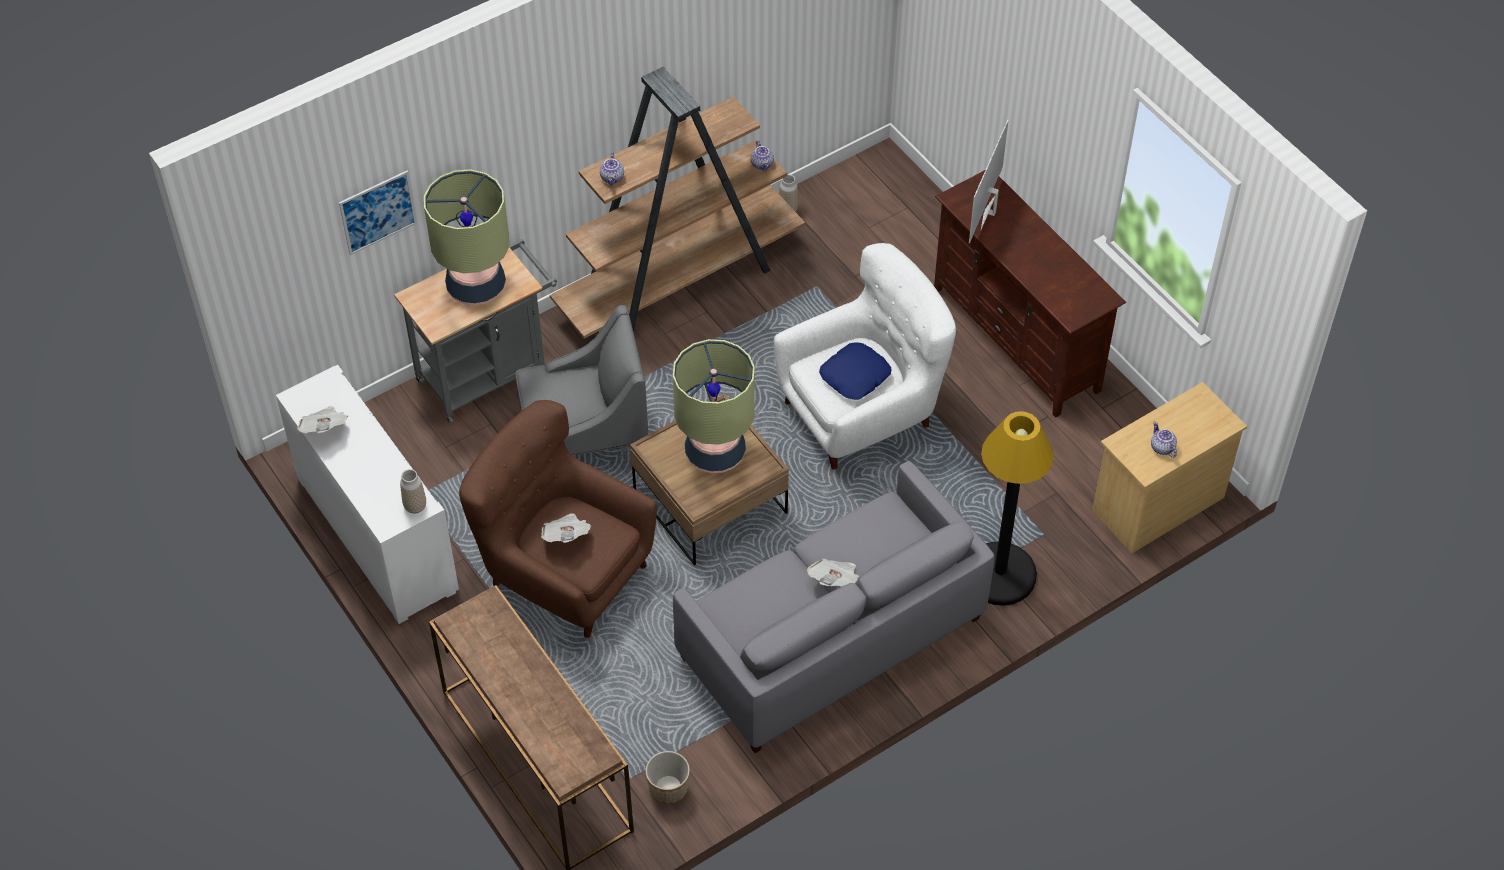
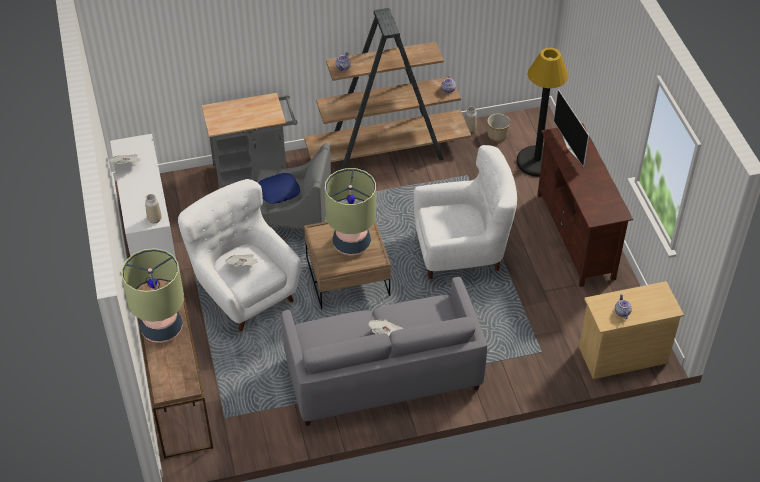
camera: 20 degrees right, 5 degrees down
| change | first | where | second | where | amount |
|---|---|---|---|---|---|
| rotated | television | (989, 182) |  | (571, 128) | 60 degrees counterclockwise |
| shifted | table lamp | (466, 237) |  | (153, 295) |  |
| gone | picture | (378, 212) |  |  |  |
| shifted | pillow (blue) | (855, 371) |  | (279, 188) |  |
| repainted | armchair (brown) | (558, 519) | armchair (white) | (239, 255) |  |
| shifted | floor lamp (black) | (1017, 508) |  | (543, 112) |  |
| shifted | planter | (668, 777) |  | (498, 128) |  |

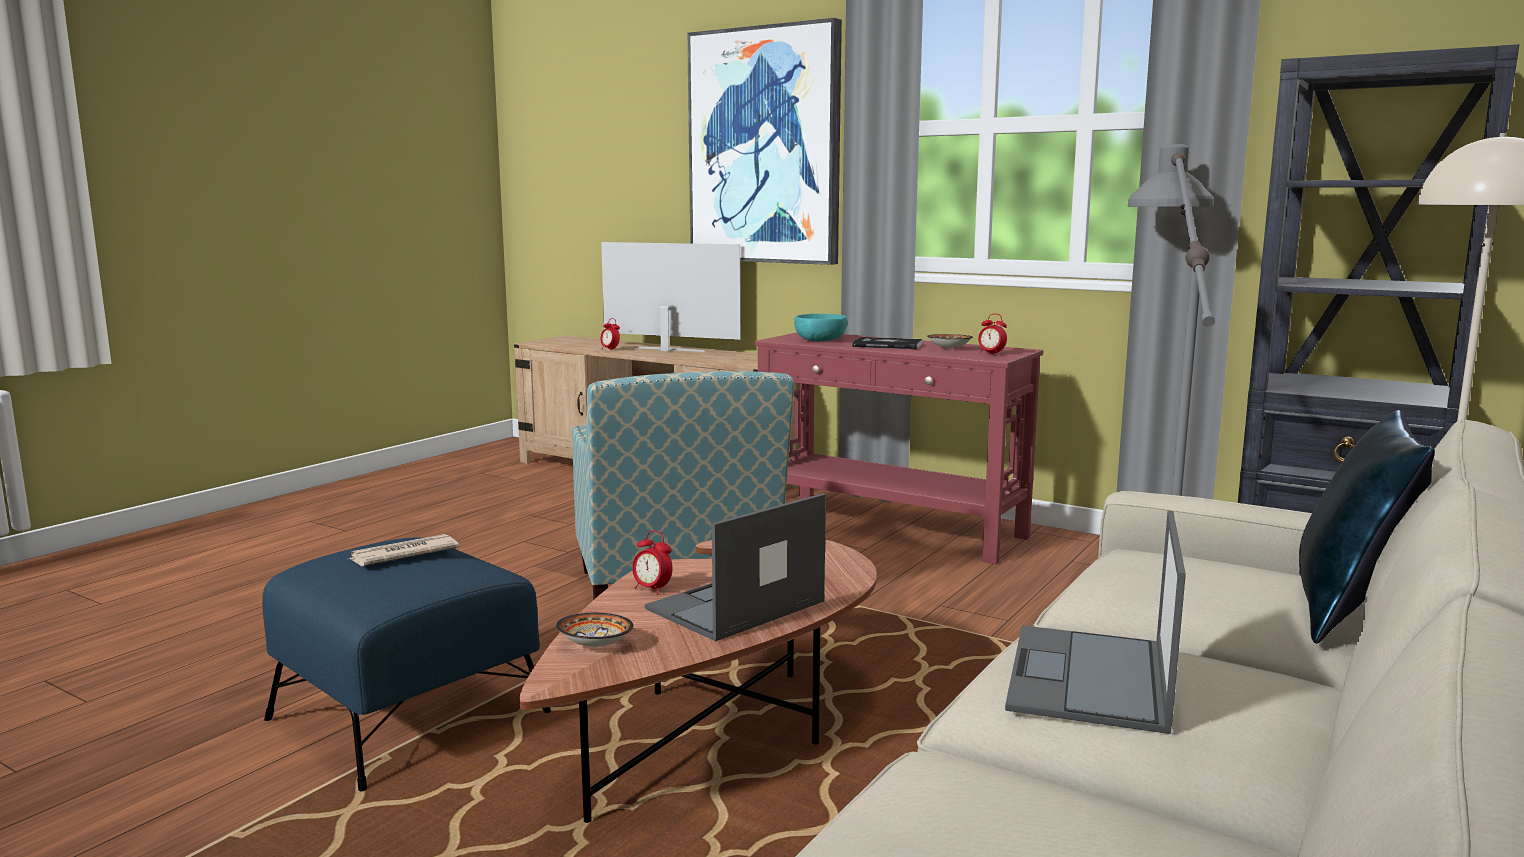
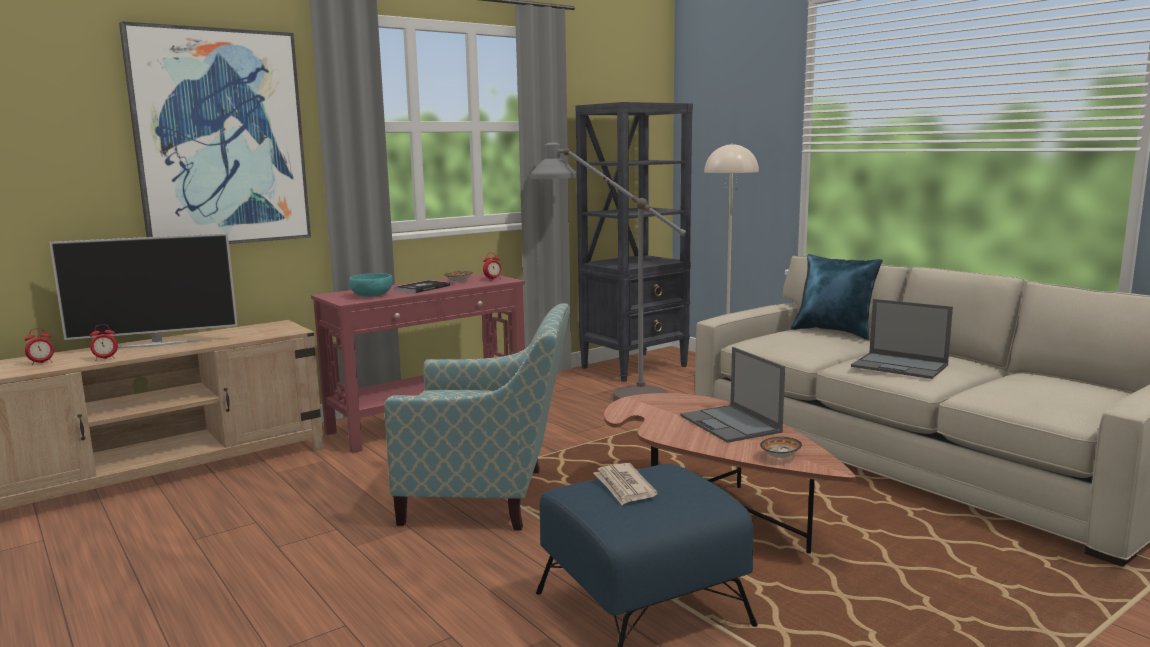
camera: 70 degrees left, 0 degrees up
| change | first | where | second | where | amount |
|---|---|---|---|---|---|
| rotated | television | (671, 297) |  | (143, 290) | 150 degrees counterclockwise |
| shifted | alarm clock | (652, 563) |  | (39, 346) |  |

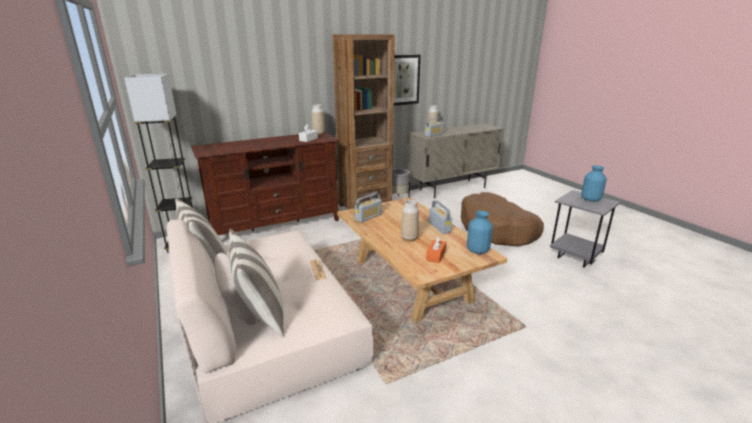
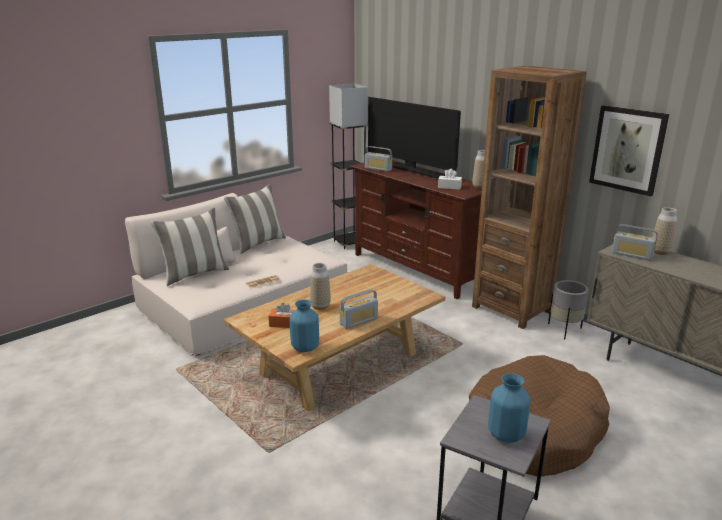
camera: 75 degrees right, 0 degrees up
| change | first | where | second | where | amount |
|---|---|---|---|---|---|
| shifted | radio | (368, 207) |  | (378, 159) |  |
| new |  |  | television | (414, 138) |  |

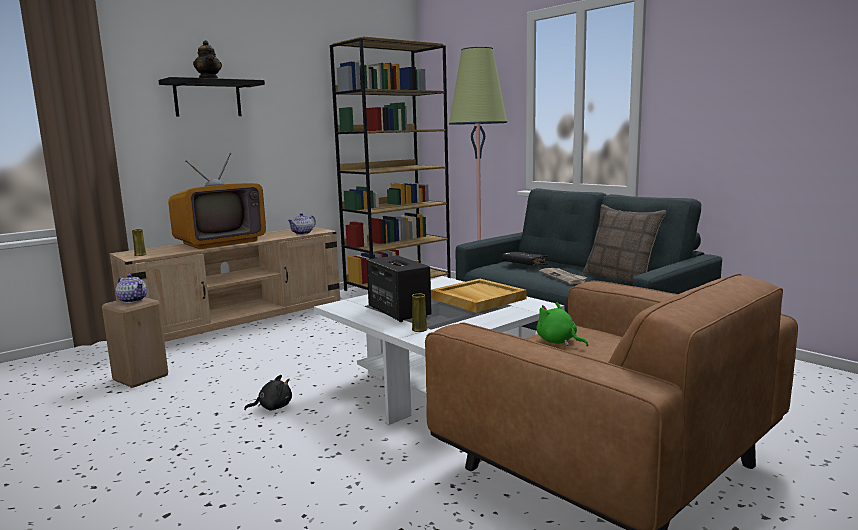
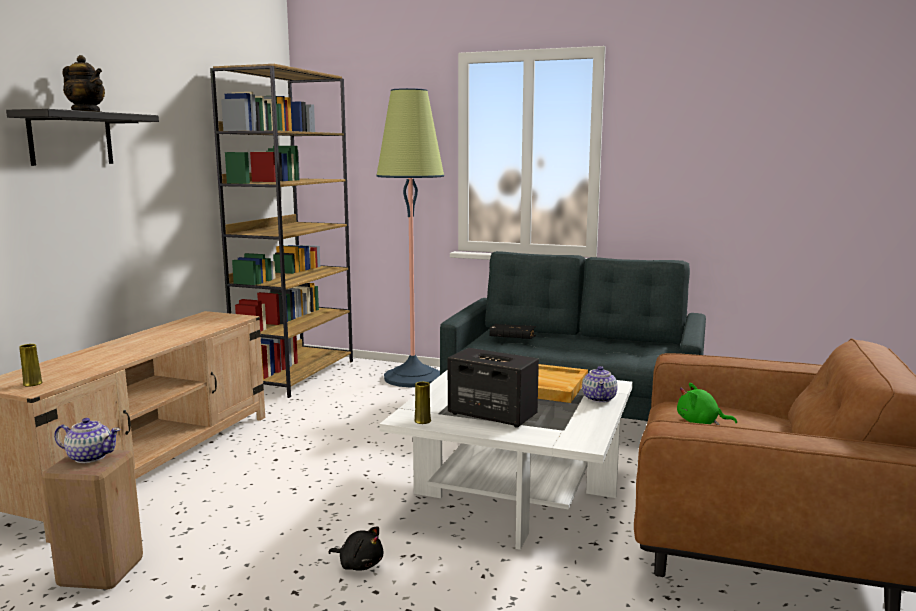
camera: 30 degrees left, 0 degrees up
| change | first | where | second | where | amount |
|---|---|---|---|---|---|
| gone | television | (217, 201) |  |  |  |
| gone | pillow | (624, 244) |  |  |  |
| shifted | teapot | (301, 224) |  | (600, 384) |  |
| gone | newspaper | (563, 276) |  |  |  |
| shifted | vase (yellow) | (419, 313) |  | (422, 403) |  |
| rotated | plush toy (black) | (268, 393) |  | (356, 548) | 75 degrees clockwise |

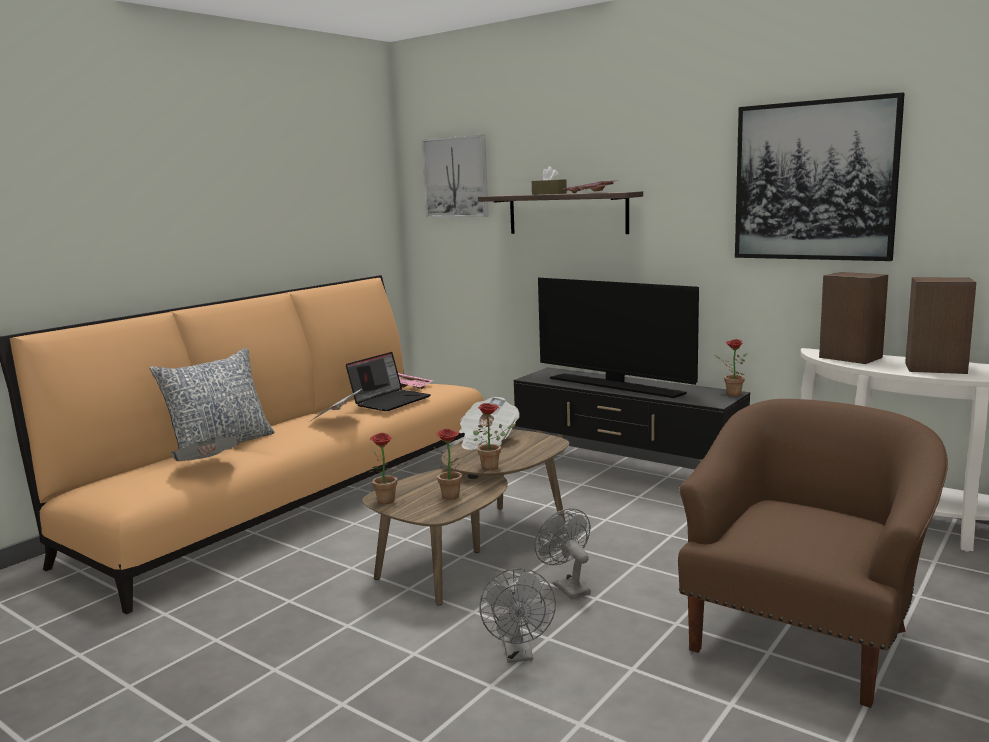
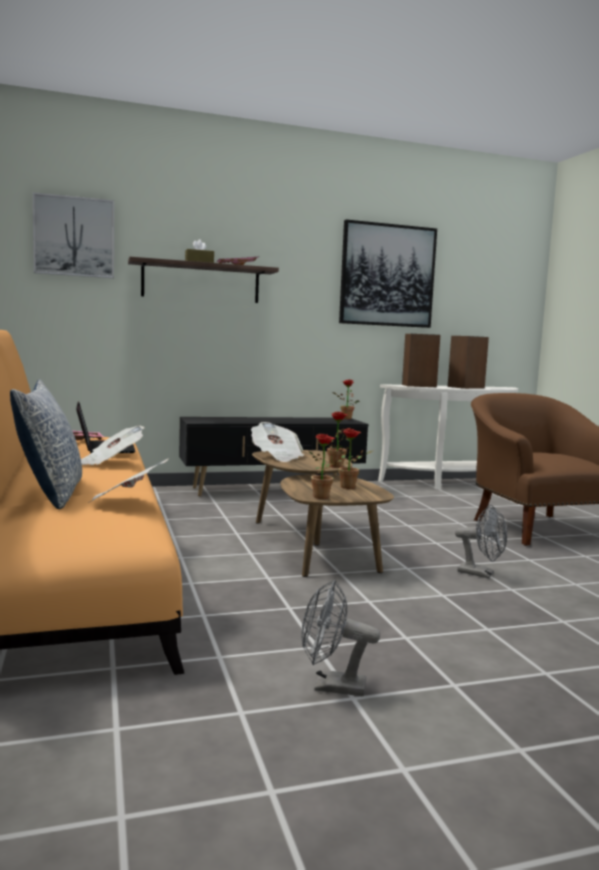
camera: 55 degrees left, 5 degrees down
| change | first | where | second | where | amount |
|---|---|---|---|---|---|
| gone | television | (618, 338) |  |  |  |
| shifted | fan (grey) | (562, 554) |  | (340, 638) |  |

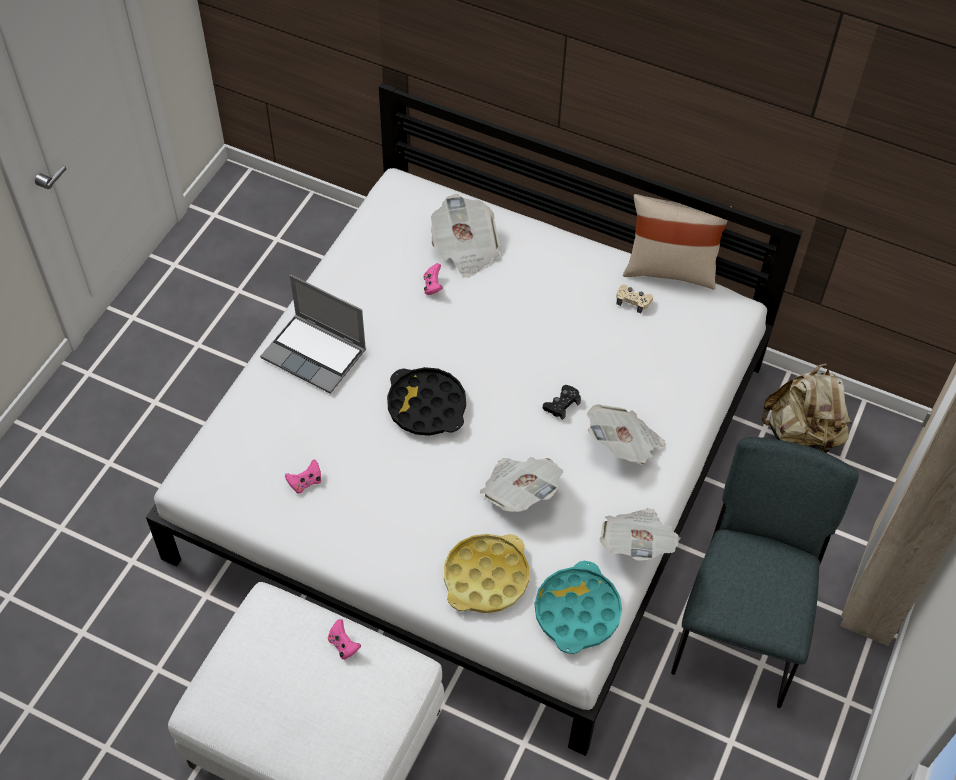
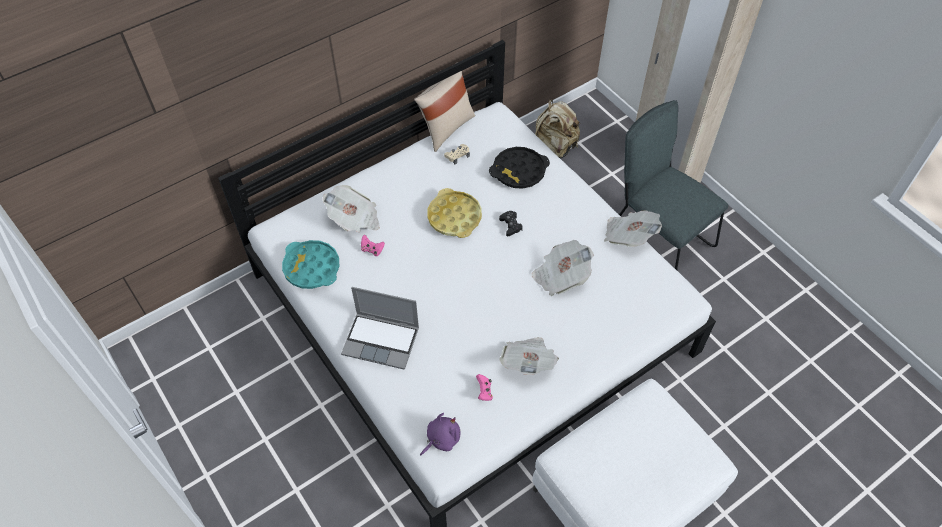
camera: 60 degrees left, 0 degrees up
| change | first | where | second | where | amount |
|---|---|---|---|---|---|
| rotated | laptop | (313, 334) |  | (380, 328) | 45 degrees clockwise |
| shifted | tray (black) | (426, 401) |  | (519, 168) |  |
| shifted | newspaper | (626, 434) |  | (529, 356) |  |
| shifted | tray (yellow) | (486, 573) |  | (454, 213) |  |
| shifted | tray (turquoise) | (578, 607) |  | (310, 264) |  |
| gone | game controller (pink) | (344, 639) |  |  |  |
| new |  |  | plush toy (purple) | (440, 434) |  |

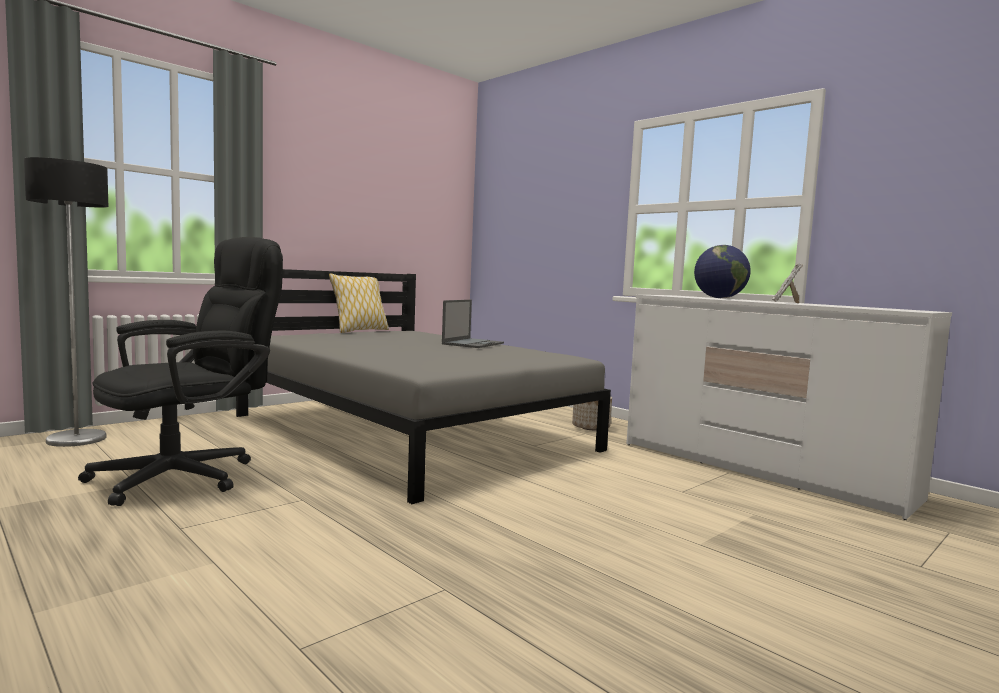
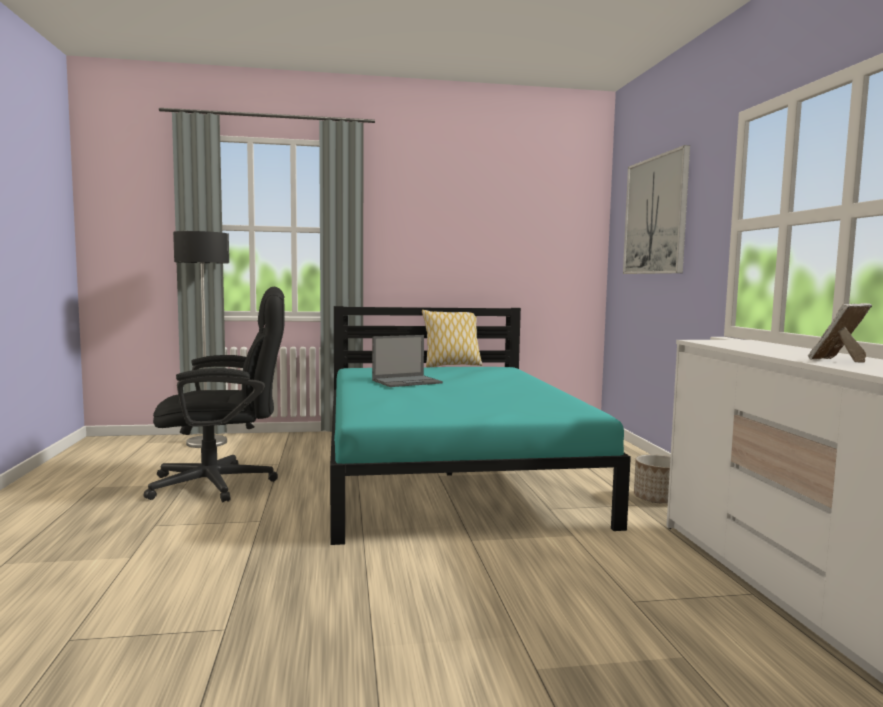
camera: 35 degrees right, 0 degrees up
| change | first | where | second | where | amount |
|---|---|---|---|---|---|
| gone | globe | (722, 271) |  |  |  |
| repainted | bed (grey) | (423, 386) | bed (turquoise) | (480, 425) |  |
| shifted | laptop | (473, 324) |  | (407, 361) |  |
| new |  |  | picture | (656, 209) |  |

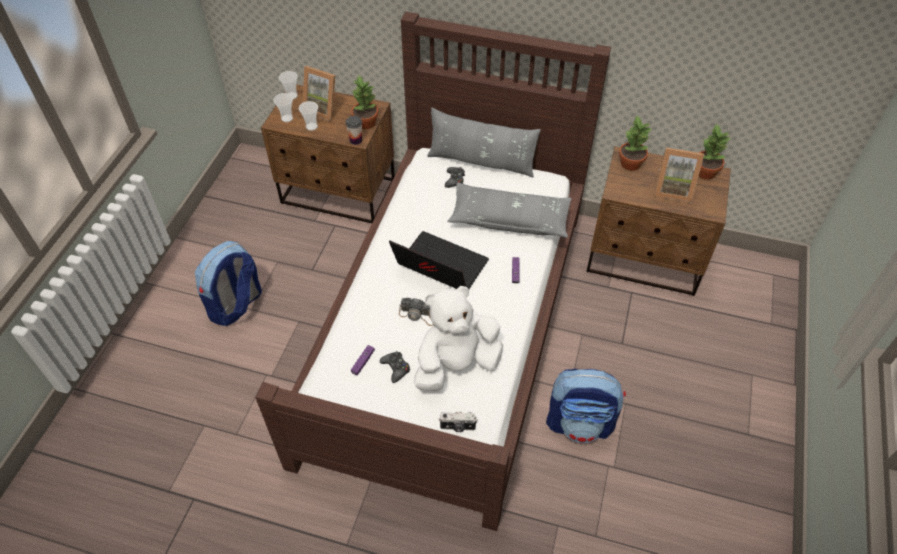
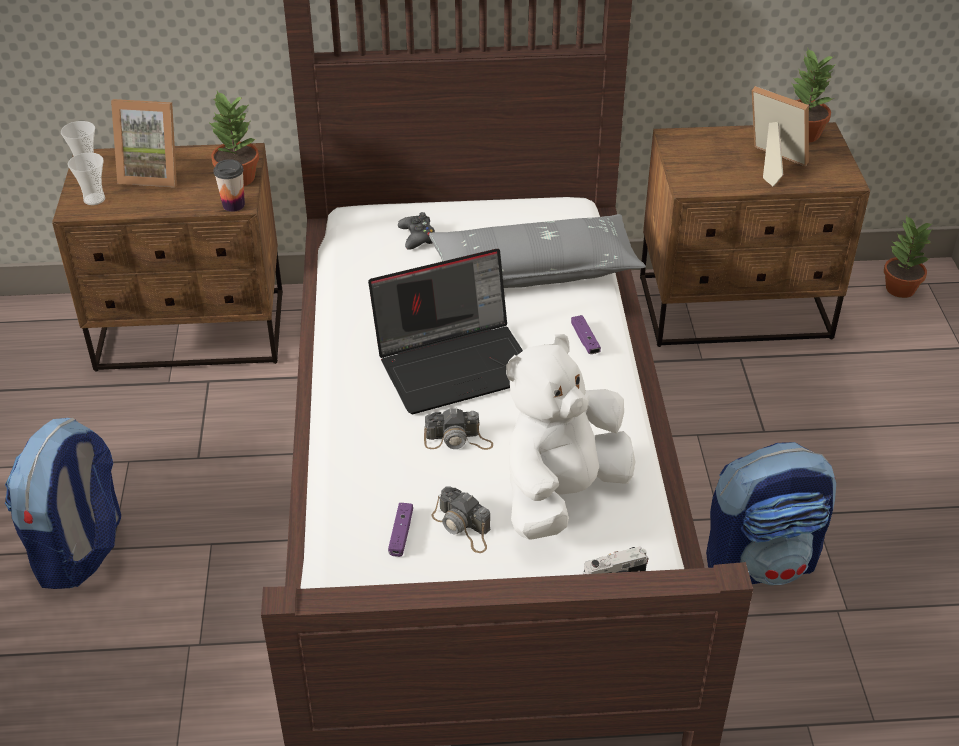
camera: 20 degrees left, 10 degrees down
| change | first | where | second | where | amount |
|---|---|---|---|---|---|
| gone | cup | (308, 116) |  |  |  |
| gone | pillow (grey) | (484, 143) |  |  |  |
| shifted | potted plant | (635, 143) |  | (908, 256) |  |
| rotated | picture frame | (679, 175) |  | (780, 136) | 135 degrees counterclockwise |
| rotated | laptop | (439, 260) |  | (445, 331) | 150 degrees clockwise |
| swapped | game controller (black) | (395, 367) | photo camera | (461, 519) |  |

